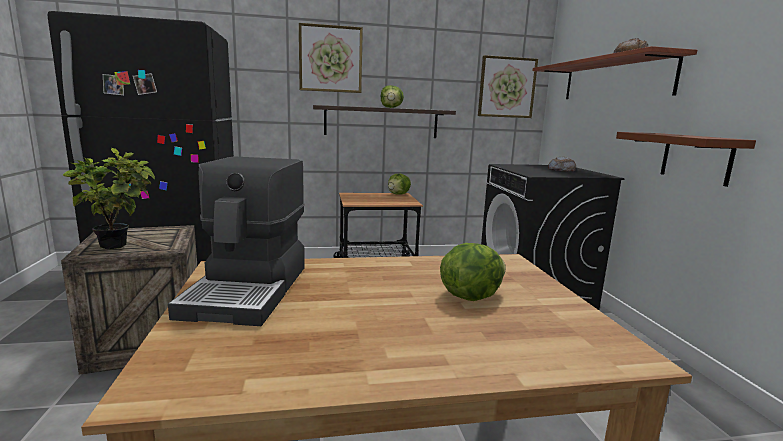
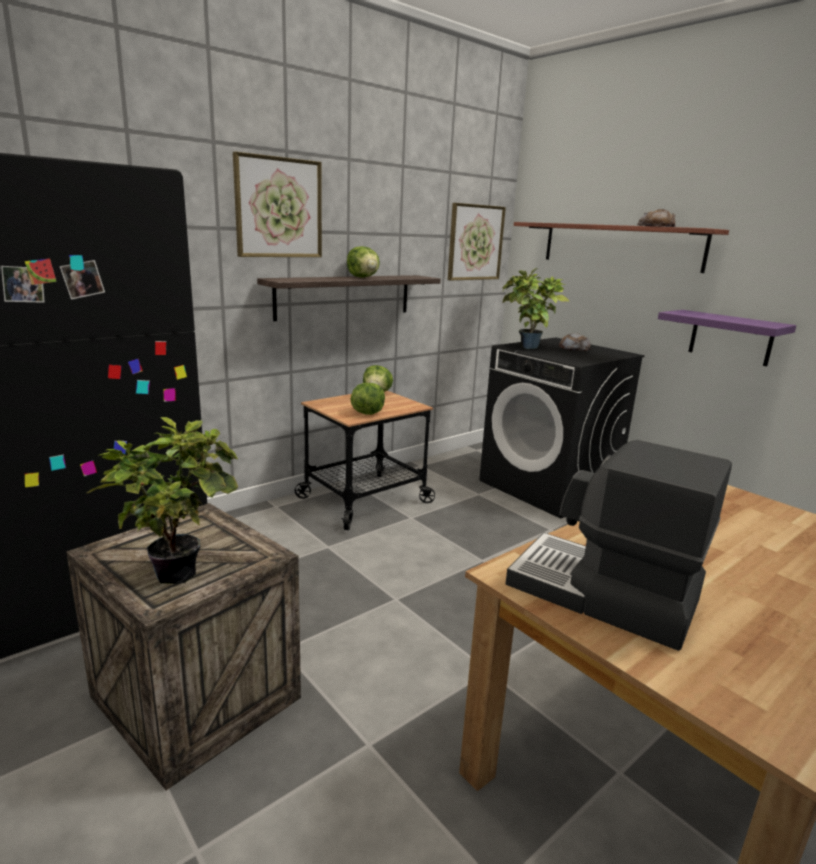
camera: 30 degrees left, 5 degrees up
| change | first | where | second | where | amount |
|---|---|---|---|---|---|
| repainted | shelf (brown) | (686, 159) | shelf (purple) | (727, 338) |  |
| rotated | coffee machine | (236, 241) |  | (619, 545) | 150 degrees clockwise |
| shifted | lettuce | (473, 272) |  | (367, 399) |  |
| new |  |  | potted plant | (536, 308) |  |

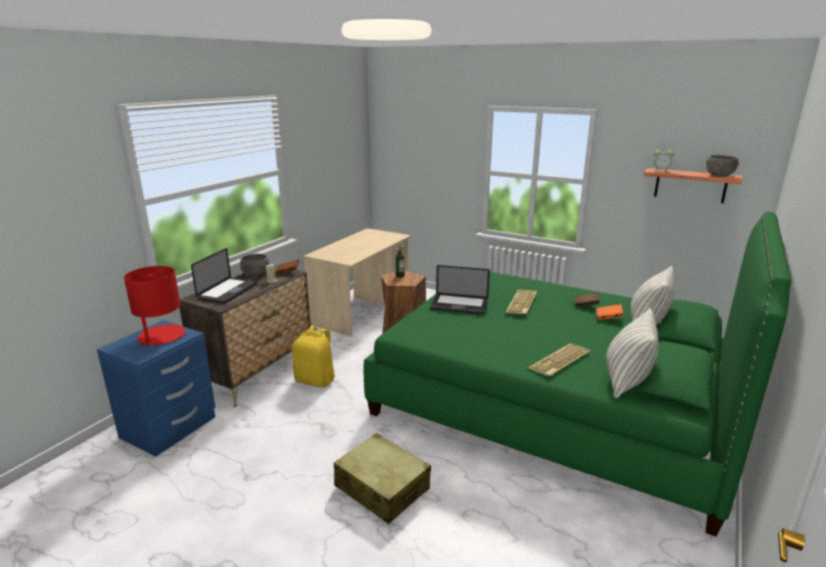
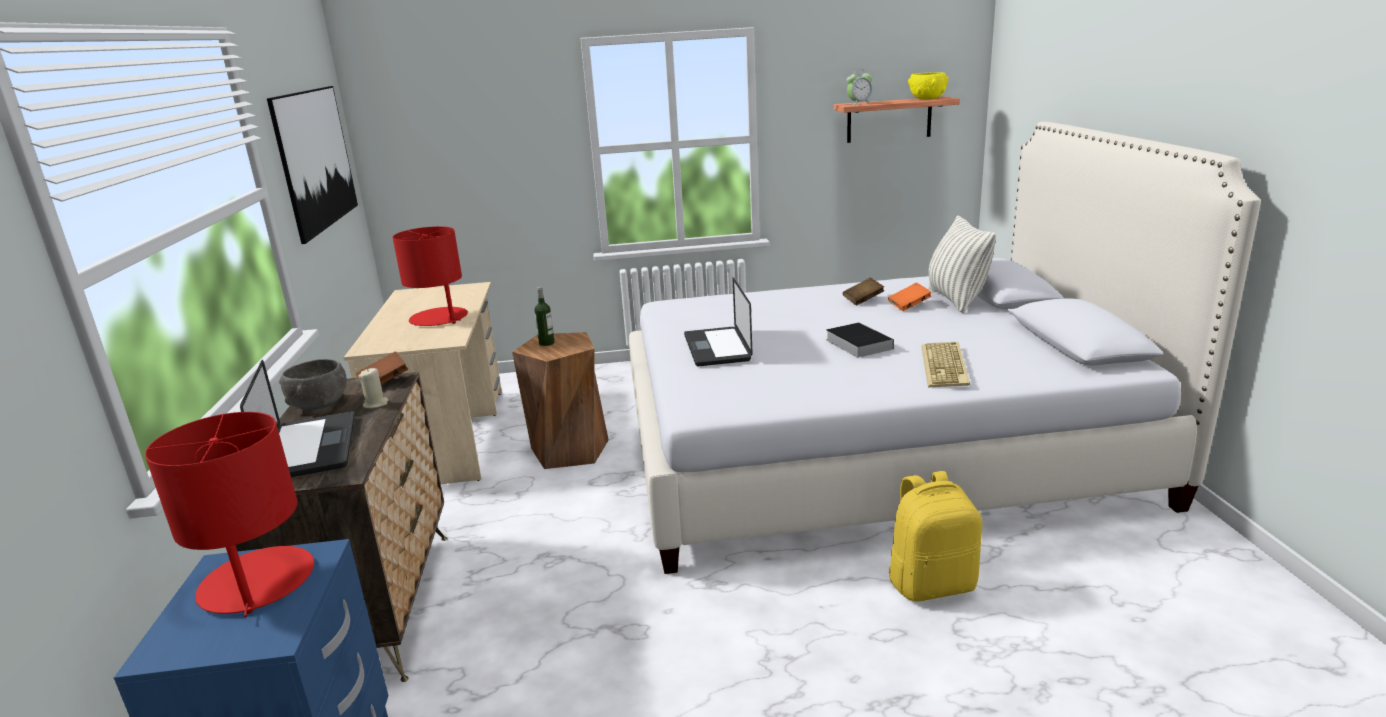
camera: 35 degrees left, 0 degrees up
| change | first | where | second | where | amount |
|---|---|---|---|---|---|
| repainted | bowl (grey) | (722, 165) | bowl (yellow) | (928, 85) |  |
| repainted | bed (green) | (578, 374) | bed (white) | (945, 348) |  |
| rotated | laptop | (460, 289) |  | (718, 322) | 105 degrees clockwise |
| gone | keyboard | (521, 302) |  |  |  |
| gone | pillow | (632, 353) |  |  |  |
| shifted | backpack (yellow) | (314, 357) |  | (935, 536) |  |
| gone | suitcase (beige) | (382, 478) |  |  |  |
| new |  |  | picture | (312, 165) |  |
| new |  |  | table lamp (red) | (430, 276) |  |
| new |  |  | book | (860, 340) |  |

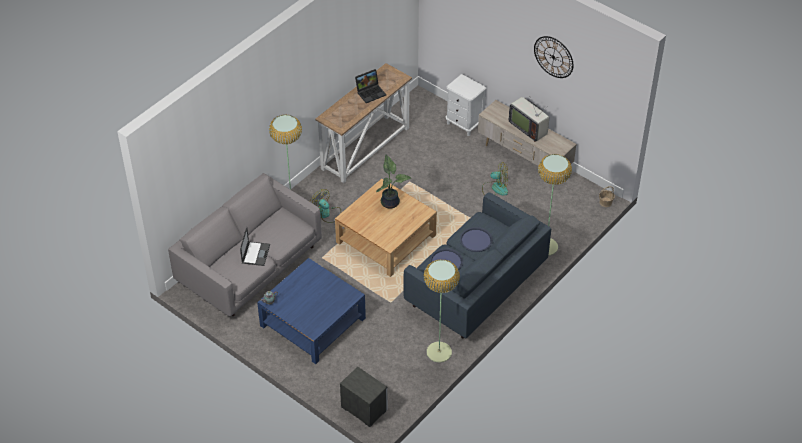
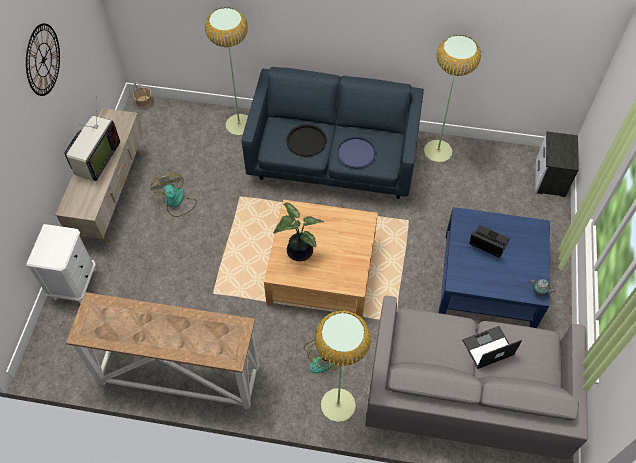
camera: 120 degrees left, 10 degrees up
| change | first | where | second | where | amount |
|---|---|---|---|---|---|
| shifted | laptop | (370, 86) |  | (489, 241) |  |
| repainted | tray (blue) | (476, 239) | tray (black) | (306, 140) |  |

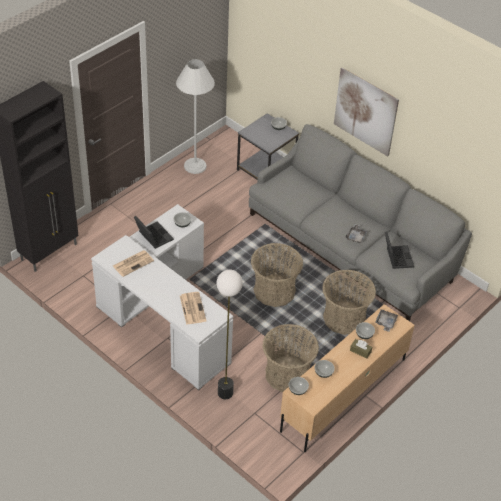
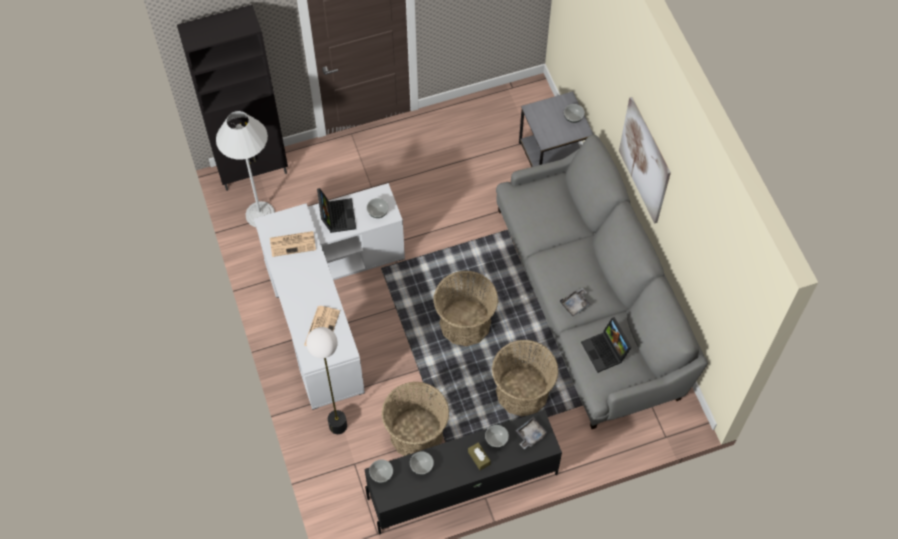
camera: 30 degrees right, 15 degrees up
| change | first | where | second | where | amount |
|---|---|---|---|---|---|
| shifted | floor lamp (white) | (195, 116) |  | (245, 169) |  |
| rotated | laptop | (399, 250) |  | (606, 345) | 135 degrees clockwise |
| repainted | tv stand (beige) | (347, 378) | tv stand (black) | (463, 472) |  |

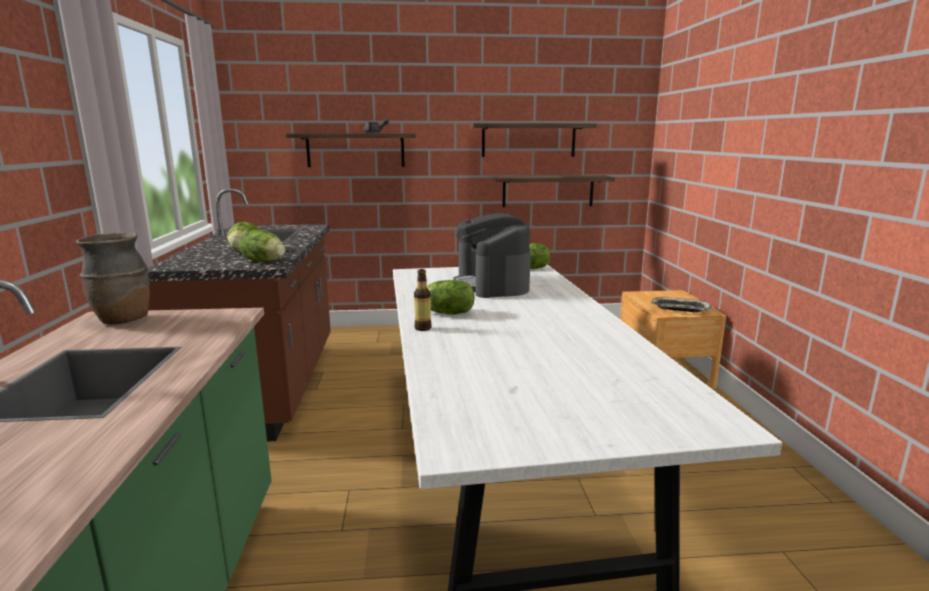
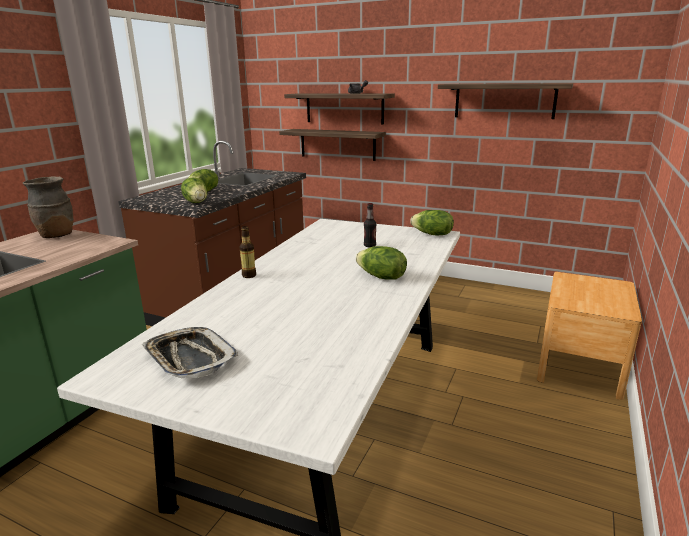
camera: 30 degrees right, 5 degrees up
| change | first | where | second | where | amount |
|---|---|---|---|---|---|
| shifted | shelf | (553, 191) |  | (332, 145) |  |
| swapped | coffee machine | (492, 255) | bottle | (370, 225) |  |
| shifted | lettuce | (451, 297) |  | (381, 262) |  |
| shifted | tray | (681, 305) |  | (190, 352) |  |

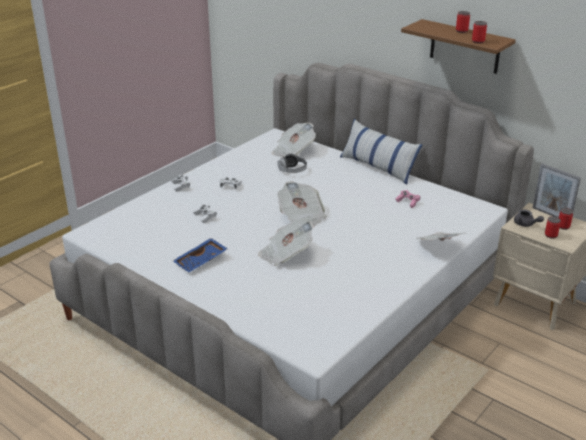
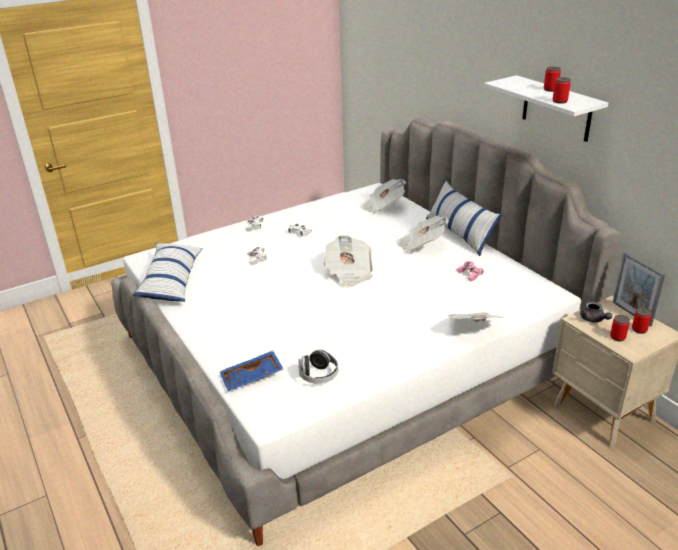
camera: 20 degrees right, 0 degrees up
| change | first | where | second | where | amount |
|---|---|---|---|---|---|
| repainted | shelf (brown) | (458, 46) | shelf (white) | (546, 108) |  |
| shifted | headphones | (292, 163) |  | (318, 366) |  |
| shifted | newspaper | (286, 242) |  | (422, 233) |  |
| shifted | tray (blue) | (200, 255) |  | (251, 370) |  |
| new |  |  | pillow | (167, 272) |  |

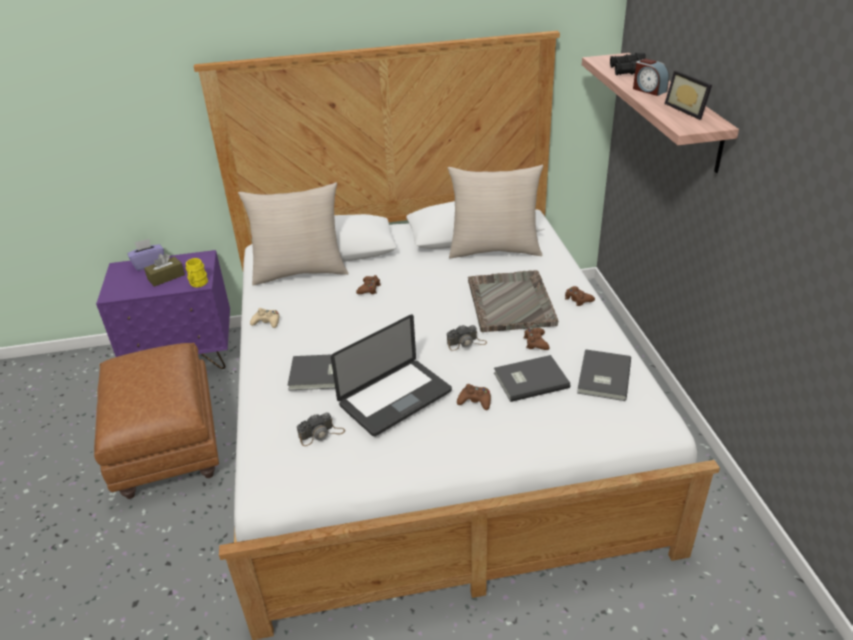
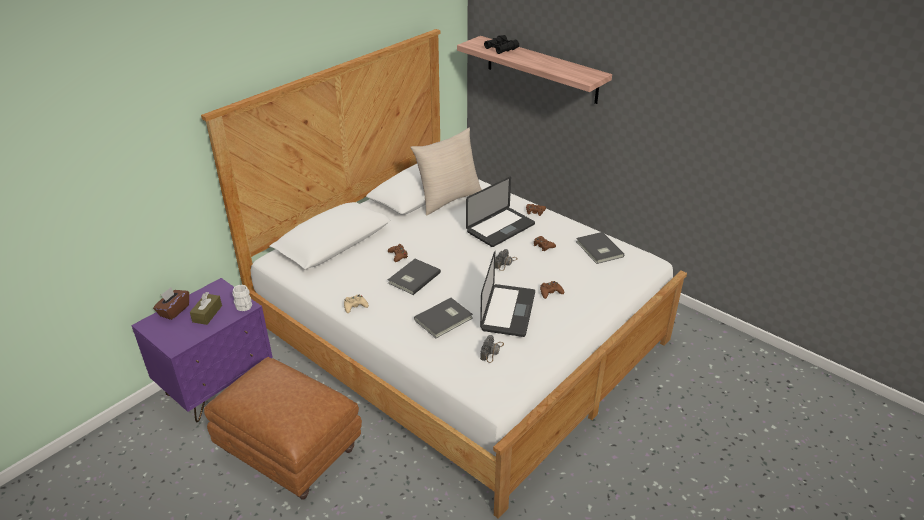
camera: 40 degrees left, 0 degrees up
| change | first | where | second | where | amount |
|---|---|---|---|---|---|
| gone | alarm clock | (651, 77) |  |  |  |
| gone | picture frame | (688, 95) |  |  |  |
| gone | pillow (beige) | (293, 234) |  |  |  |
| repainted | tissue box (purple) | (145, 255) | tissue box (brown) | (171, 303) |  |
| repainted | mug (yellow) | (197, 273) | mug (white) | (242, 298) |  |
| swapped | tray (grey) | (513, 301) | laptop | (500, 212) |  |
| shifted | book (grey) | (532, 378) |  | (414, 277) |  |

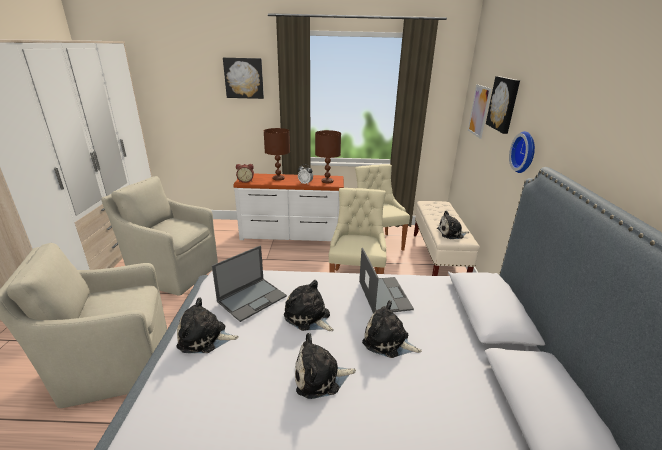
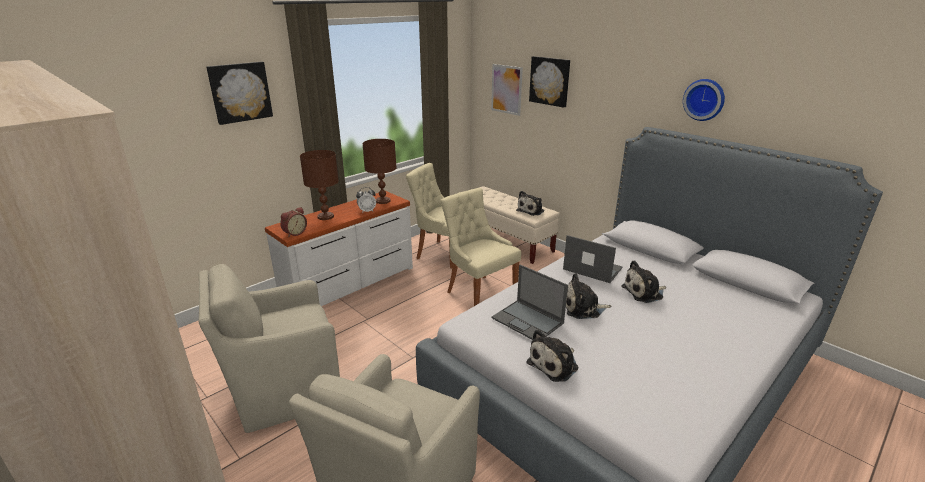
camera: 45 degrees left, 0 degrees up
| change | first | where | second | where | amount |
|---|---|---|---|---|---|
| shifted | wall clock | (522, 152) |  | (704, 100) |  |
| rotated | laptop | (249, 284) |  | (530, 302) | 135 degrees clockwise |
| gone | plush toy | (325, 366) |  |  |  |

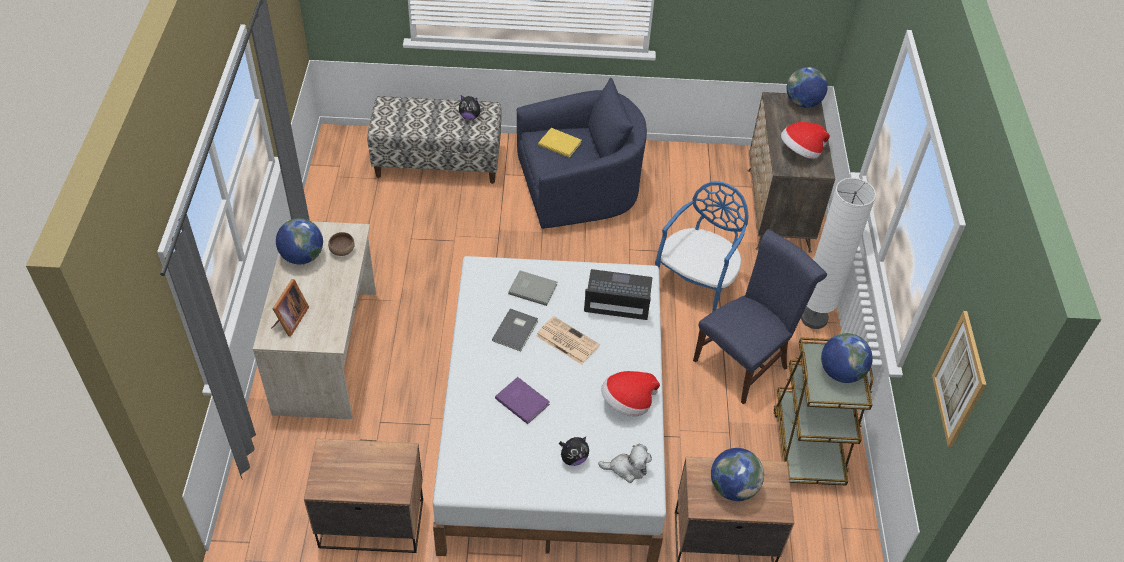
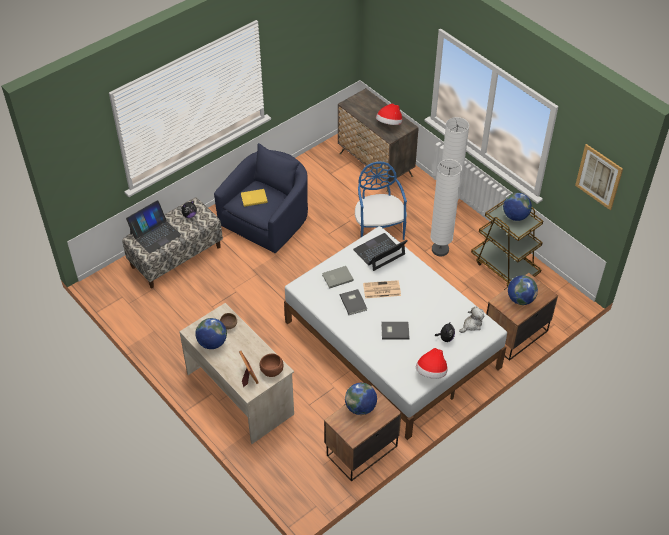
camera: 40 degrees left, 0 degrees up
| change | first | where | second | where | amount |
|---|---|---|---|---|---|
| shifted | globe | (807, 87) |  | (361, 399) |  |
| swapped | chair (blue) | (760, 317) | floor lamp (white) | (446, 207) |  |
| shifted | hat | (630, 393) |  | (431, 363) |  |
| repainted | book (purple) | (522, 400) | book (grey) | (395, 331) |  |
| new |  |  | laptop | (153, 226) |  |
| new |  |  | bowl (brown) | (272, 365) |  |

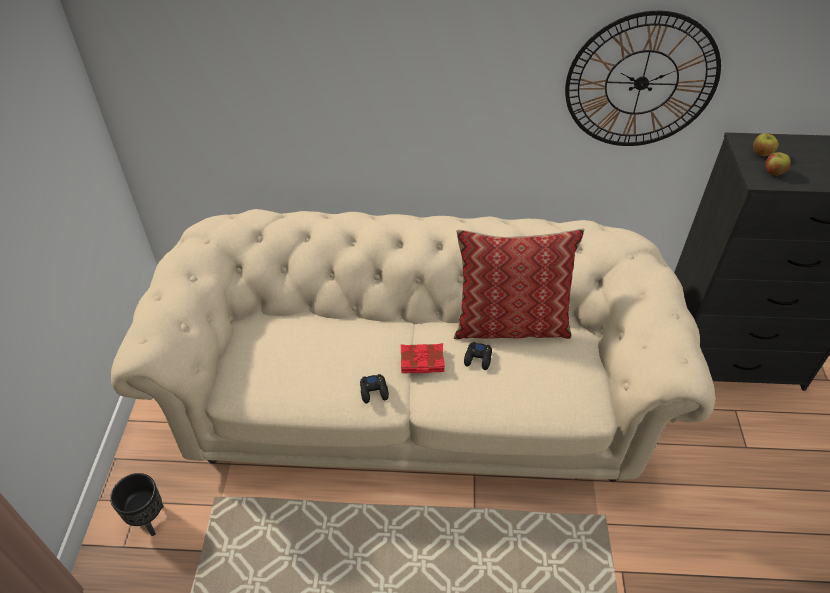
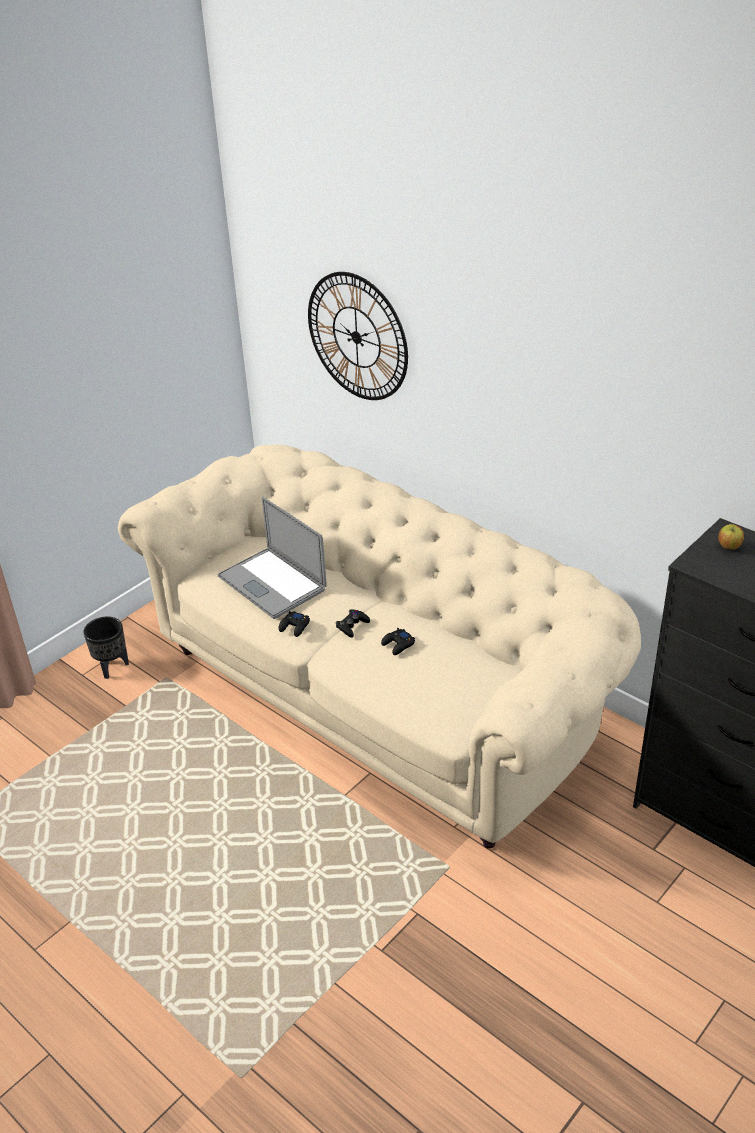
camera: 40 degrees right, 10 degrees down
| change | first | where | second | where | amount |
|---|---|---|---|---|---|
| shifted | wall clock | (643, 78) |  | (358, 336) |  |
| gone | apple | (778, 164) |  |  |  |
| gone | pillow | (519, 283) |  |  |  |
| swapped | book (red) | (423, 358) | game controller (black) | (353, 623) |  |
| new |  |  | laptop | (272, 558) |  |

